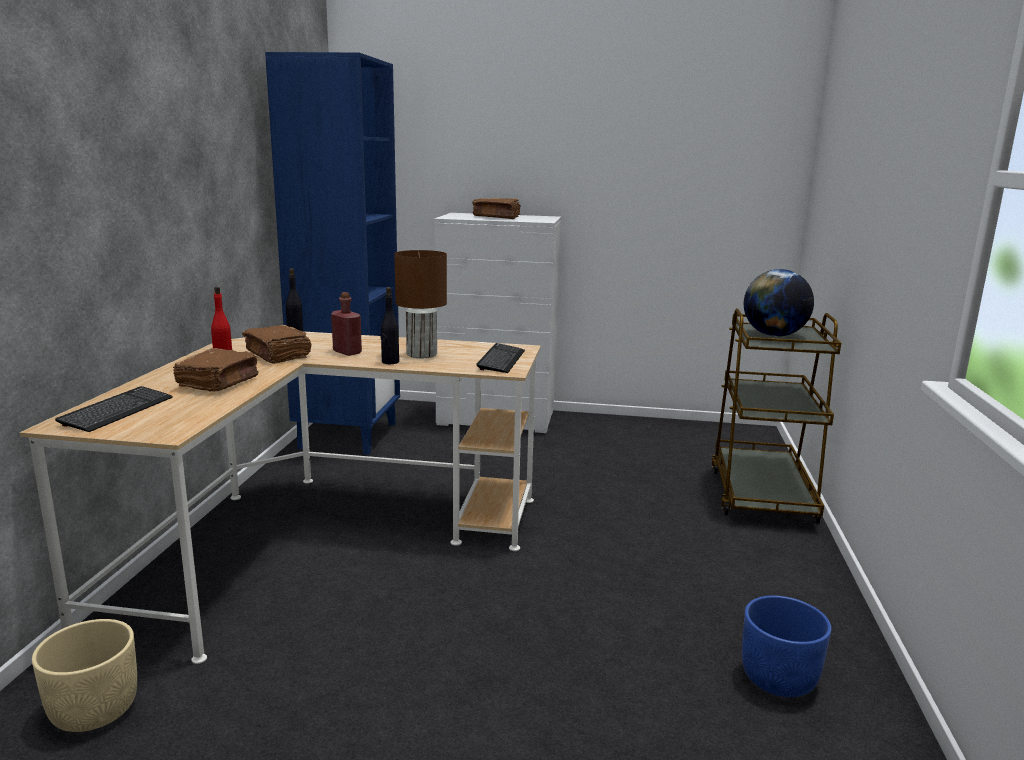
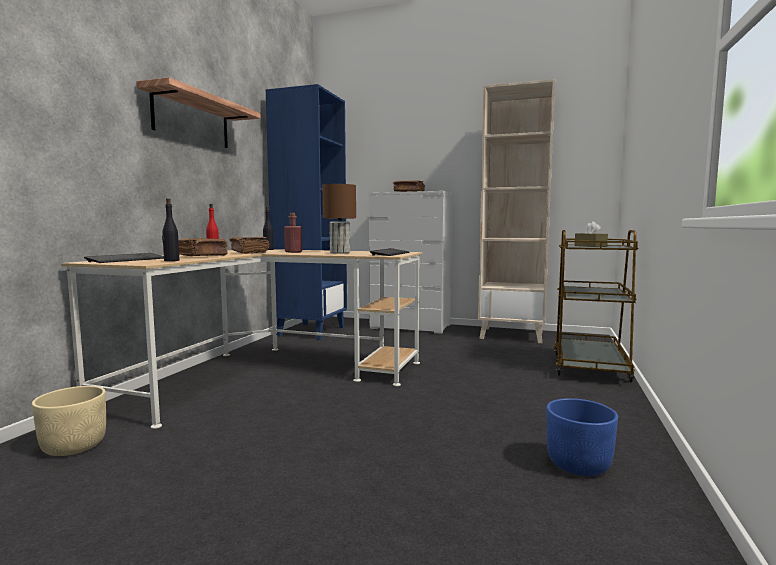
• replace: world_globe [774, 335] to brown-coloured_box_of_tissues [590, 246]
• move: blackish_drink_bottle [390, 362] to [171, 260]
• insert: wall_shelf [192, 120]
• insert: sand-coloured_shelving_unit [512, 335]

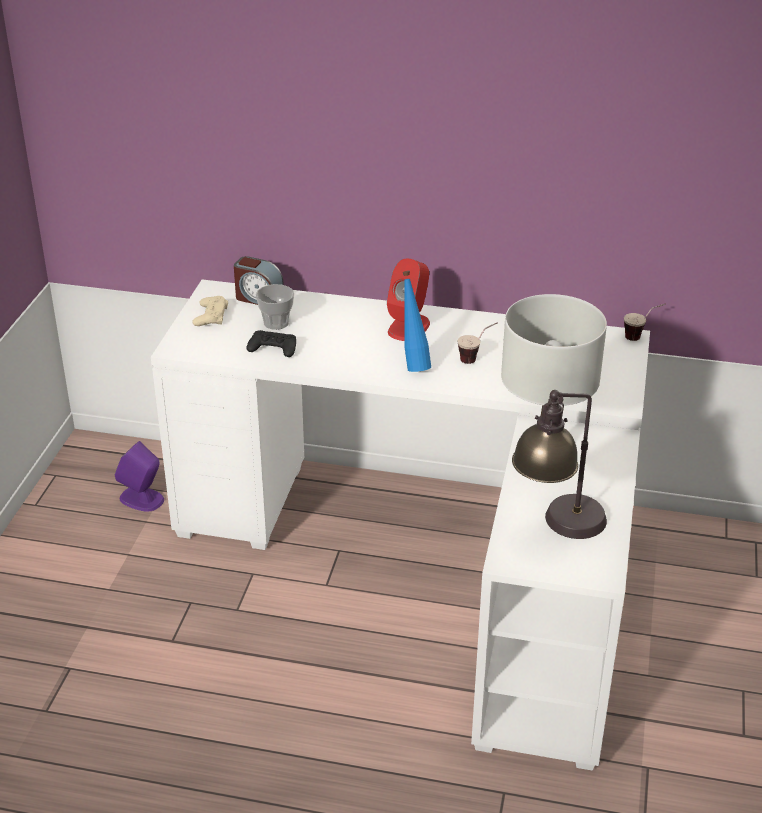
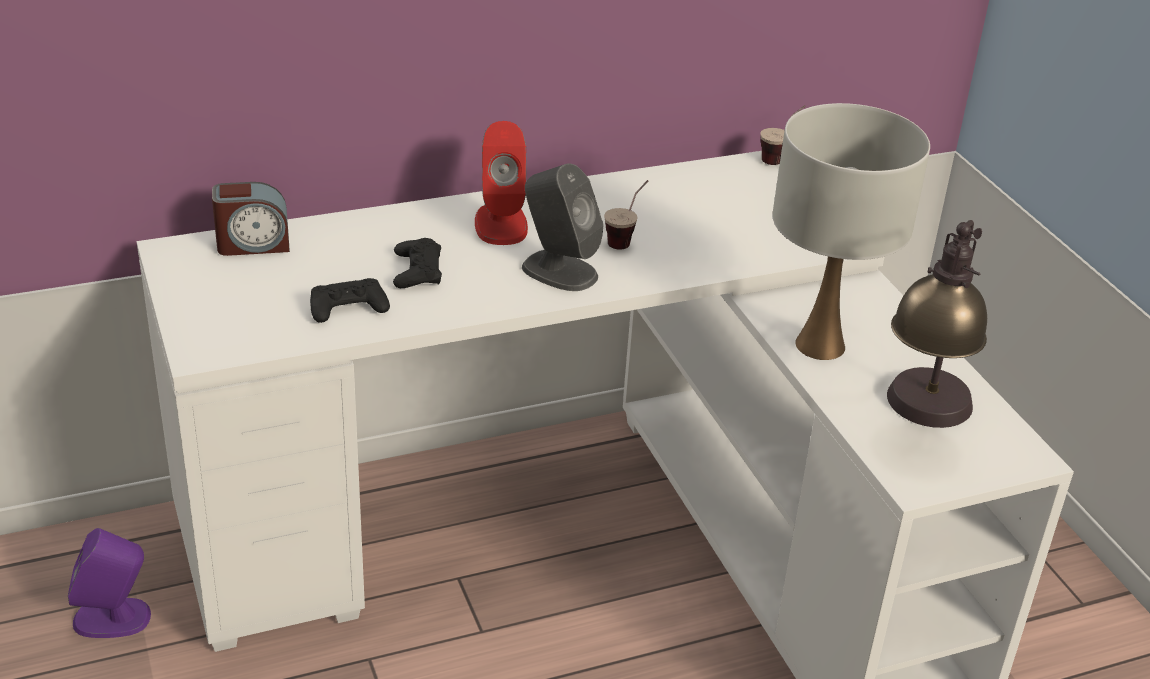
• replace: blue-coloured_drink_bottle [413, 364] to greyish_audio_speaker [558, 271]
• delete: drinking_cup [276, 322]
• delete: sand-coloured_joypad [211, 316]
• insert: blackish_joypad [417, 271]

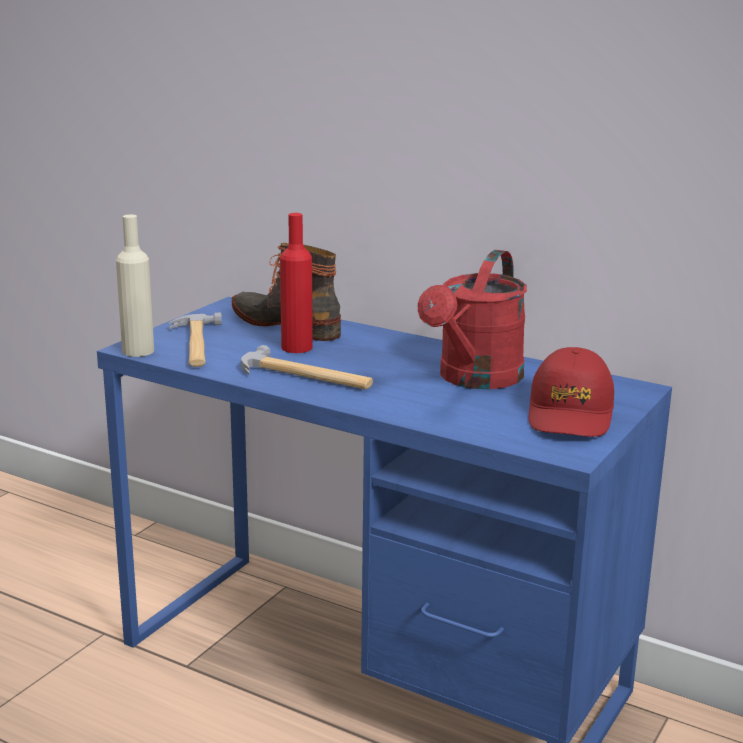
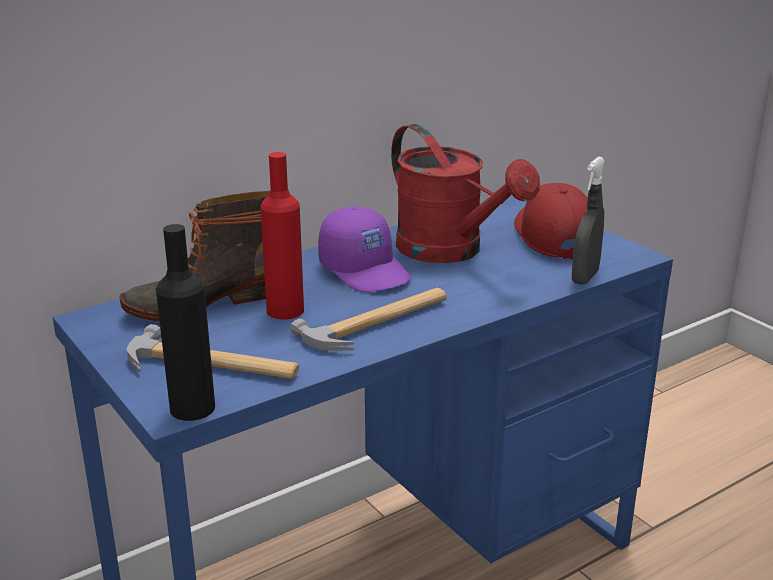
• recolor: sand-coloured_drink_bottle [138, 351] to blackish_drink_bottle [192, 408]
• rotate: red-coloured_baseball_cap [570, 413] = [554, 236] 135 degrees counterclockwise
• insert: greyish_hand_sprayer [585, 277]
• insert: purple_baseball_cap [366, 270]

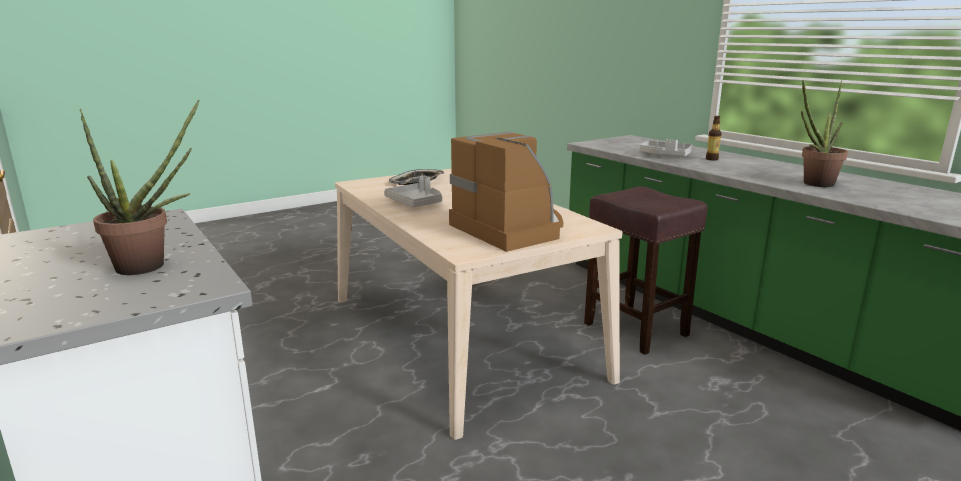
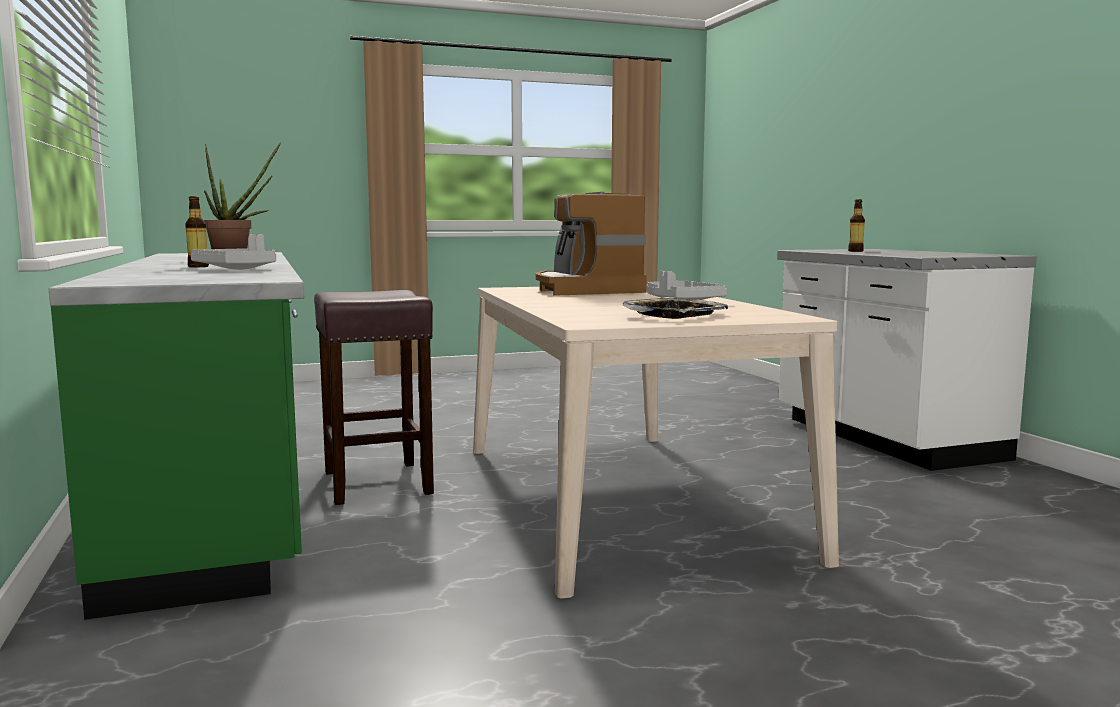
• replace: houseplant [151, 266] to drink_bottle [855, 251]

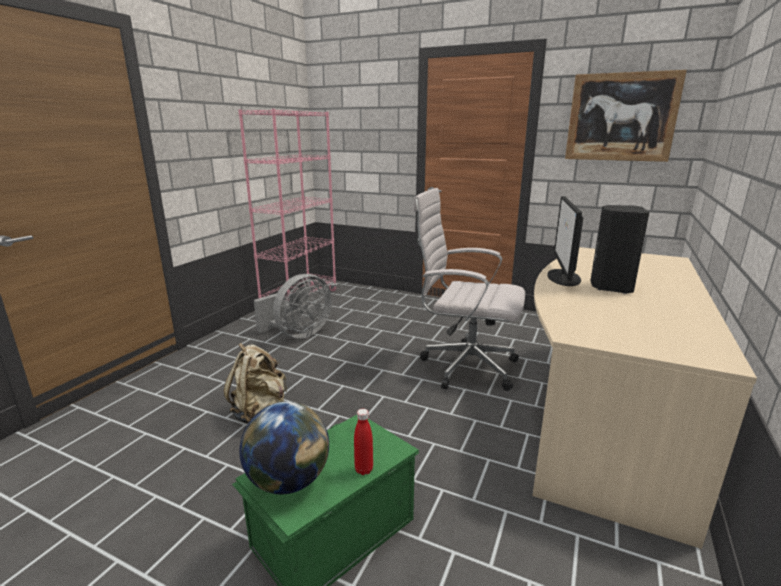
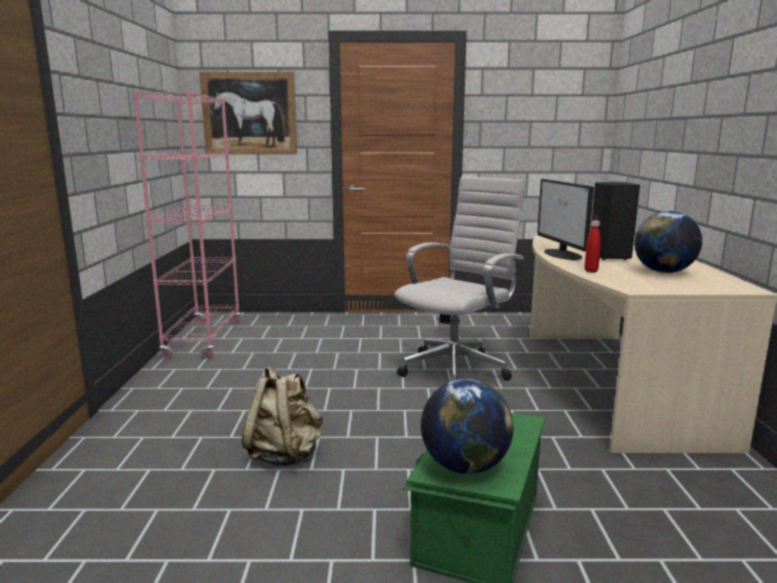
• move: wall_art [621, 117] to [249, 113]
• rotate: white_computer_chair [464, 366] = [457, 369] 135 degrees clockwise
• delete: greyish_cooling_fan [298, 334]
• move: red-coloured_drink_bottle [364, 469] to [591, 271]
• insert: world_globe [663, 272]

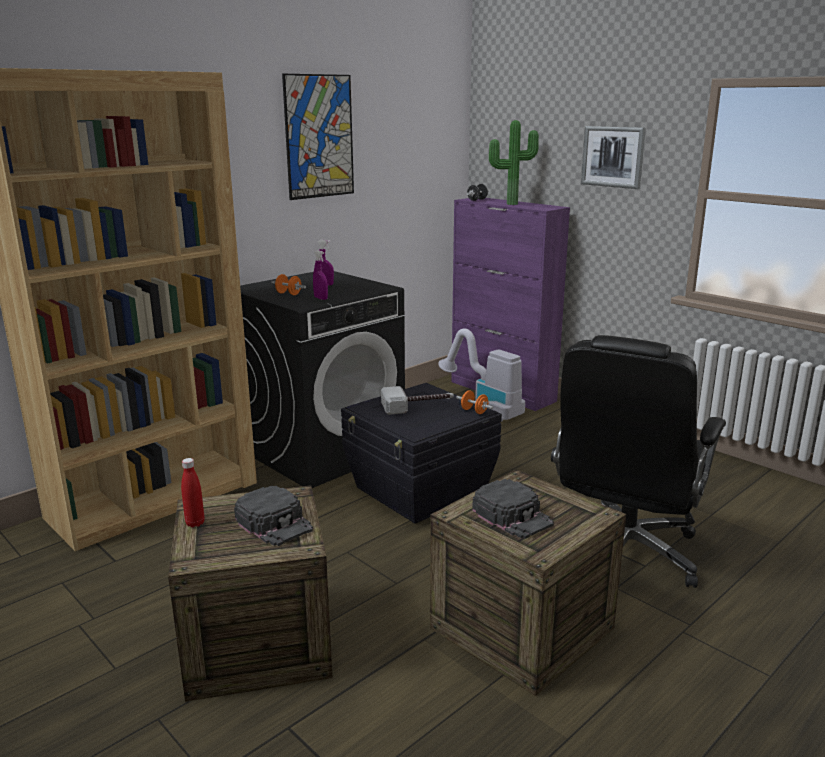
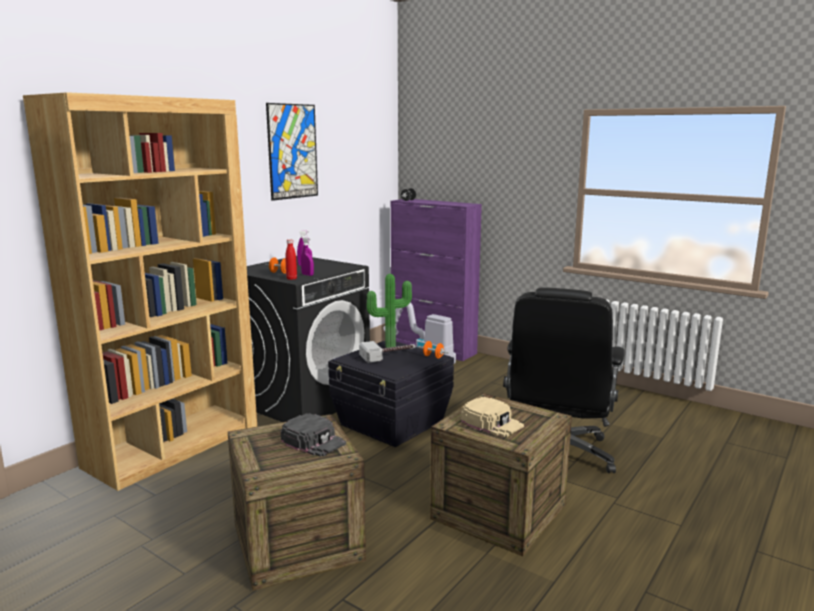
• move: houseplant [511, 203] to [389, 346]
• delete: wall_art [613, 156]
• move: red-coloured_drink_bottle [195, 523] to [291, 279]
• recolor: blackish_baseball_cap [513, 516] to sand-coloured_baseball_cap [492, 423]

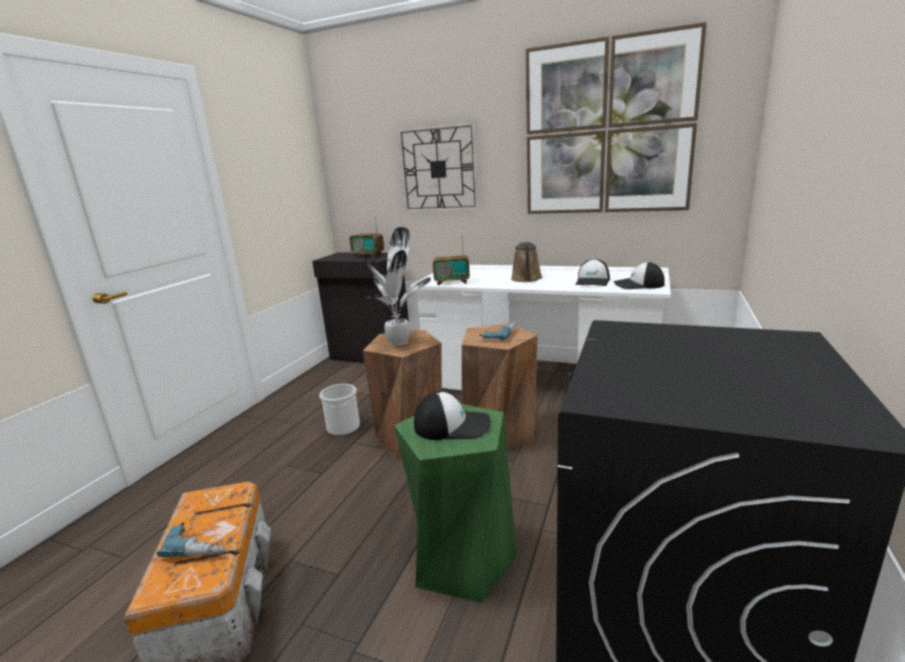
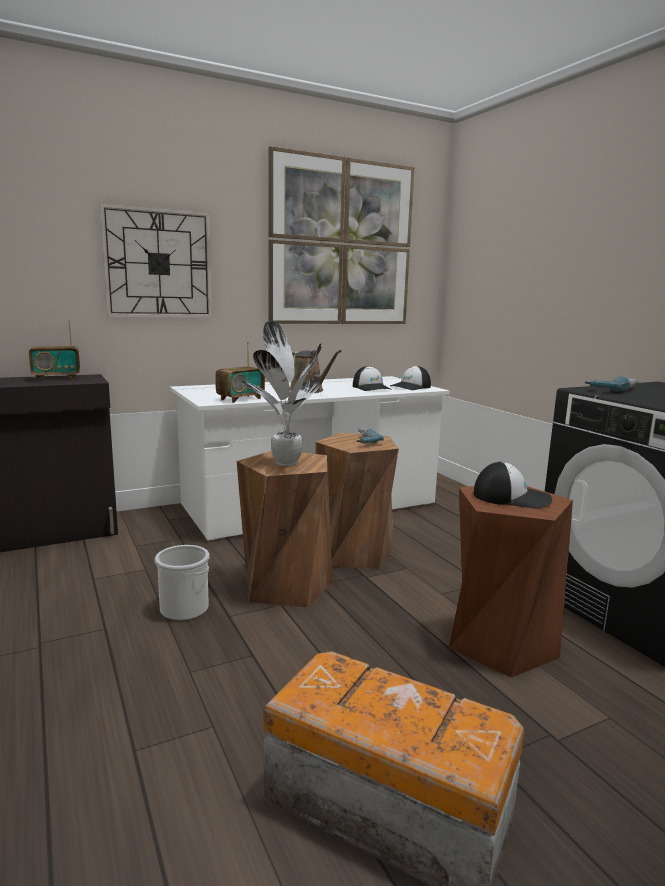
• rotate: baseball_cap [452, 425] = [512, 497] 60 degrees clockwise
• recolor: green-coloured_stool_seat [462, 559] to brown-coloured_stool_seat [500, 642]
• move: power_drill [200, 545] to [612, 389]

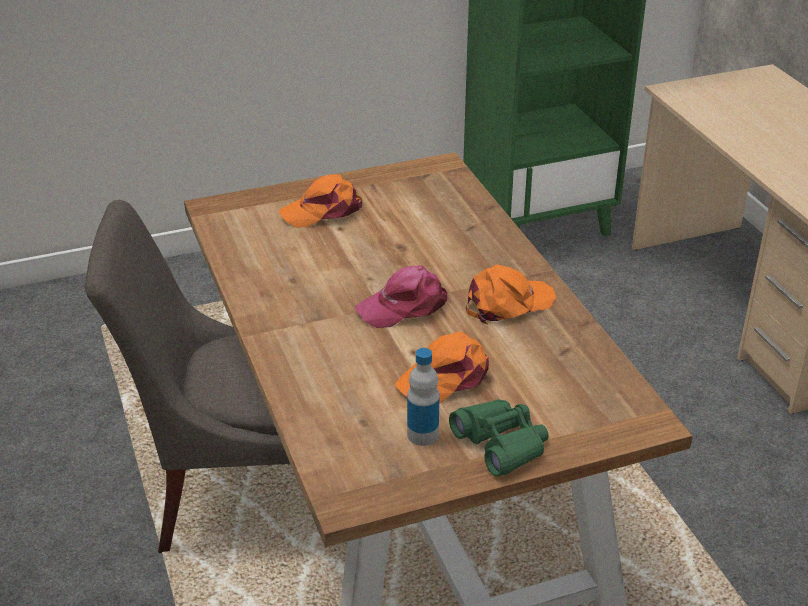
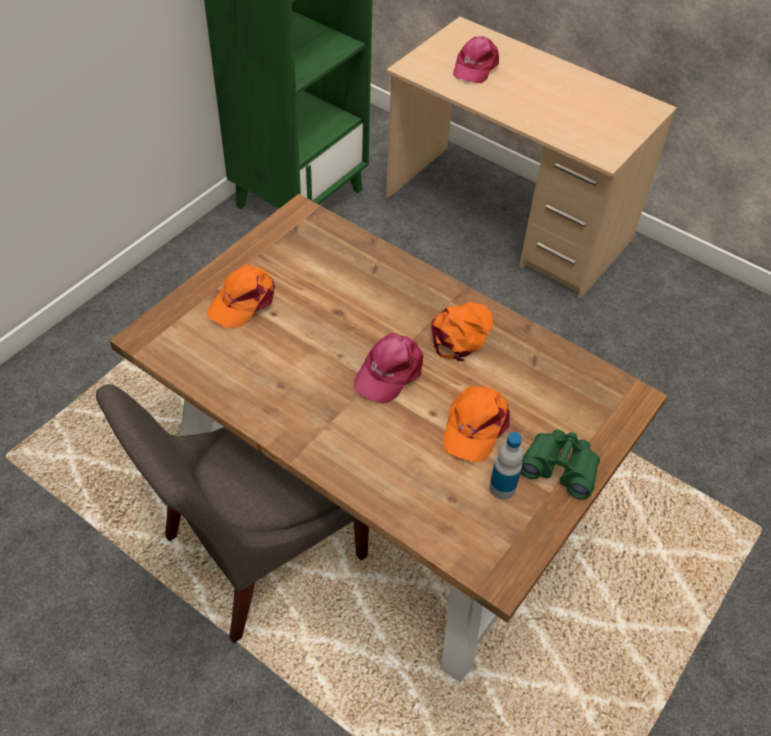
• insert: pink-coloured_baseball_cap [475, 66]

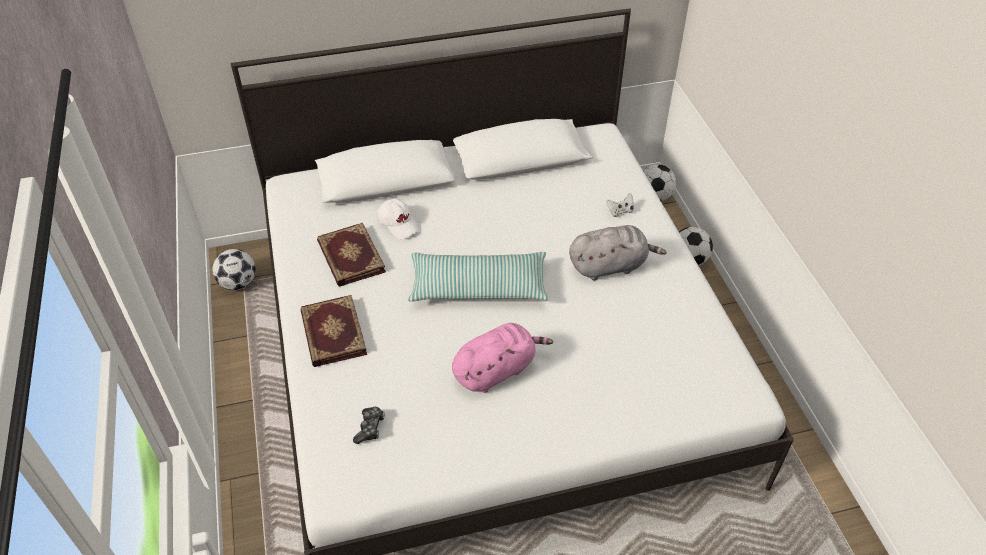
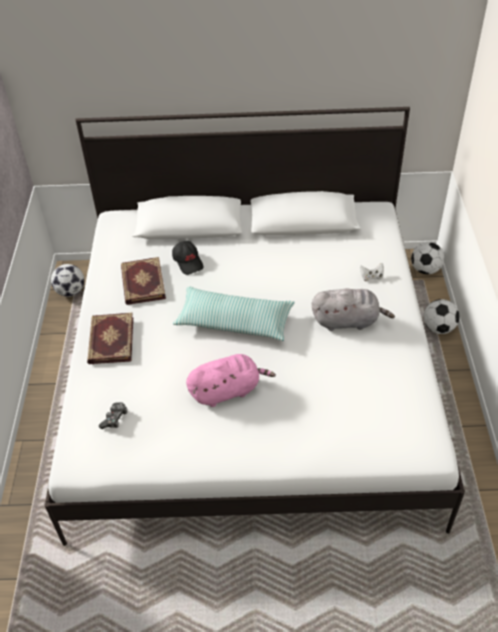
• recolor: white_baseball_cap [399, 224] to blackish_baseball_cap [188, 262]

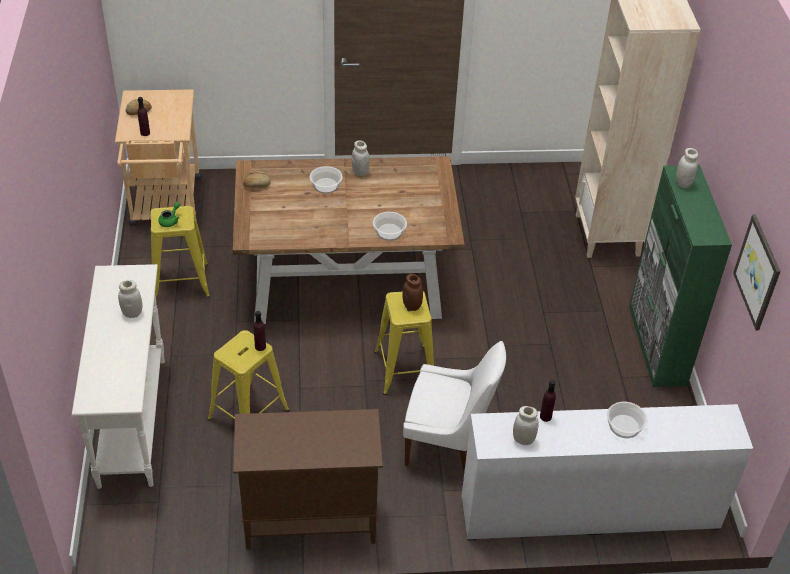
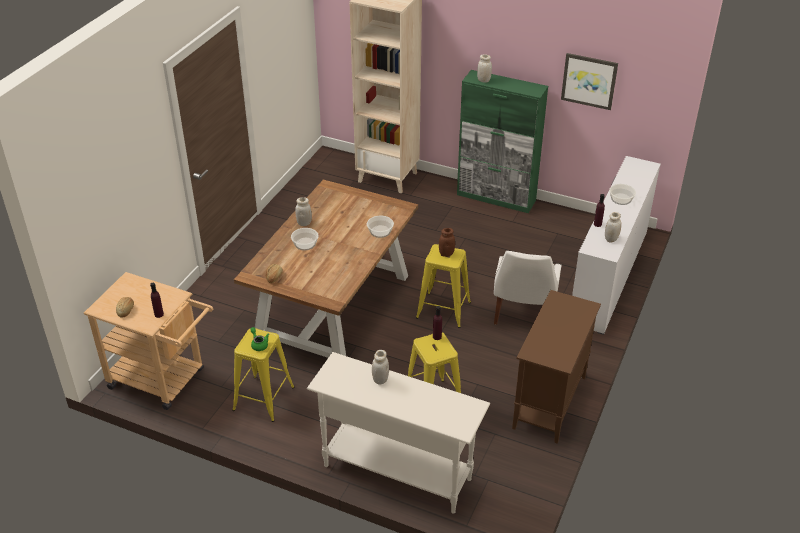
• rotate: white_plain_chair [448, 445] = [522, 314] 150 degrees clockwise

